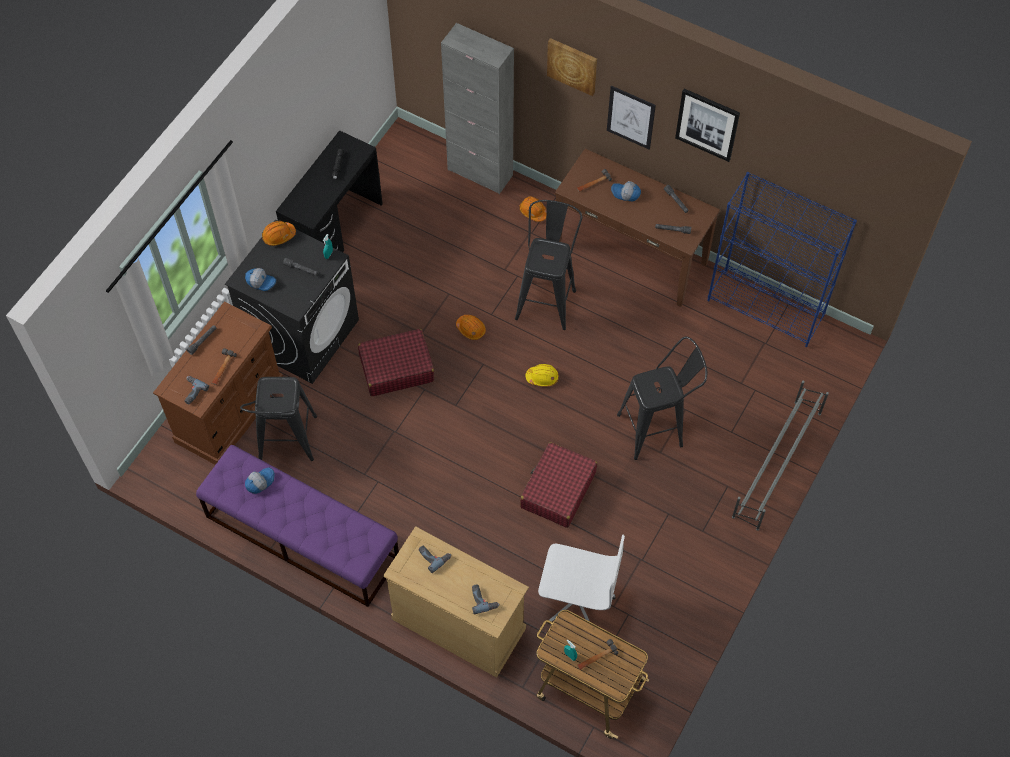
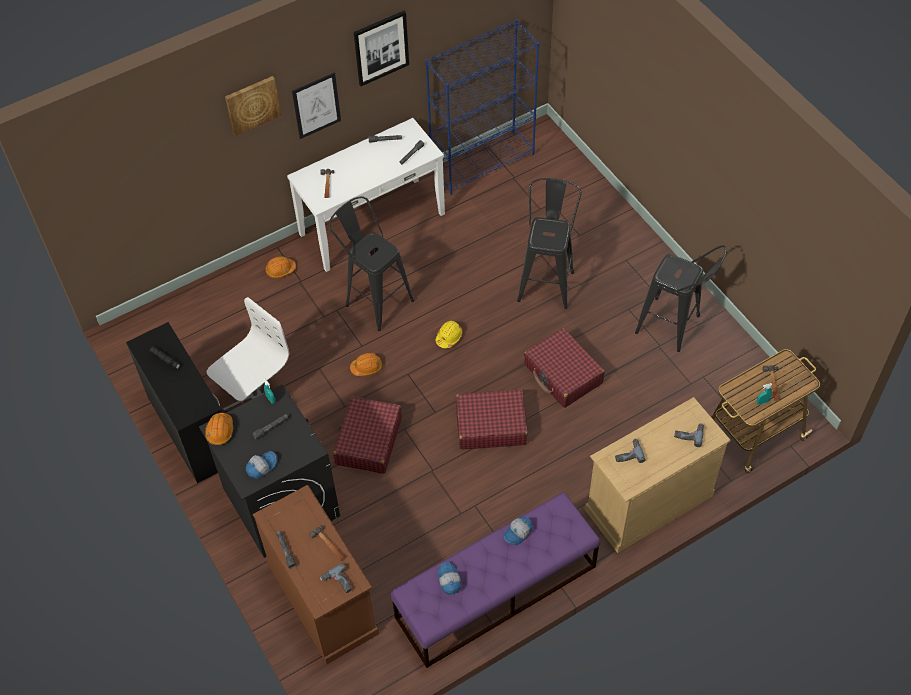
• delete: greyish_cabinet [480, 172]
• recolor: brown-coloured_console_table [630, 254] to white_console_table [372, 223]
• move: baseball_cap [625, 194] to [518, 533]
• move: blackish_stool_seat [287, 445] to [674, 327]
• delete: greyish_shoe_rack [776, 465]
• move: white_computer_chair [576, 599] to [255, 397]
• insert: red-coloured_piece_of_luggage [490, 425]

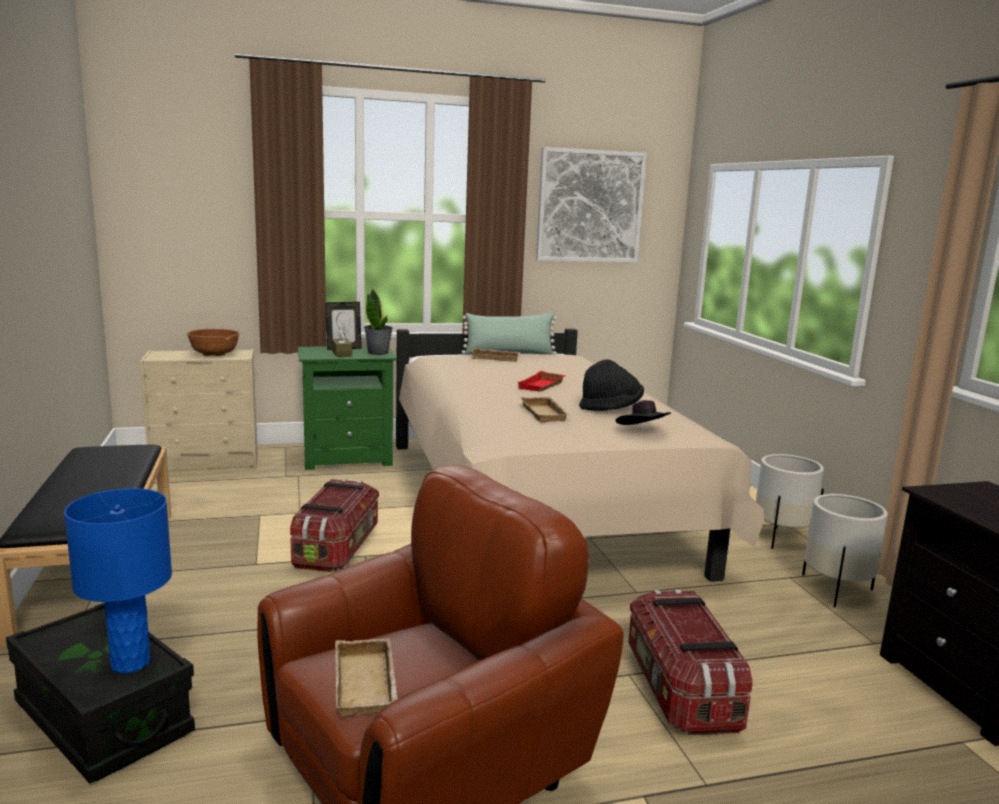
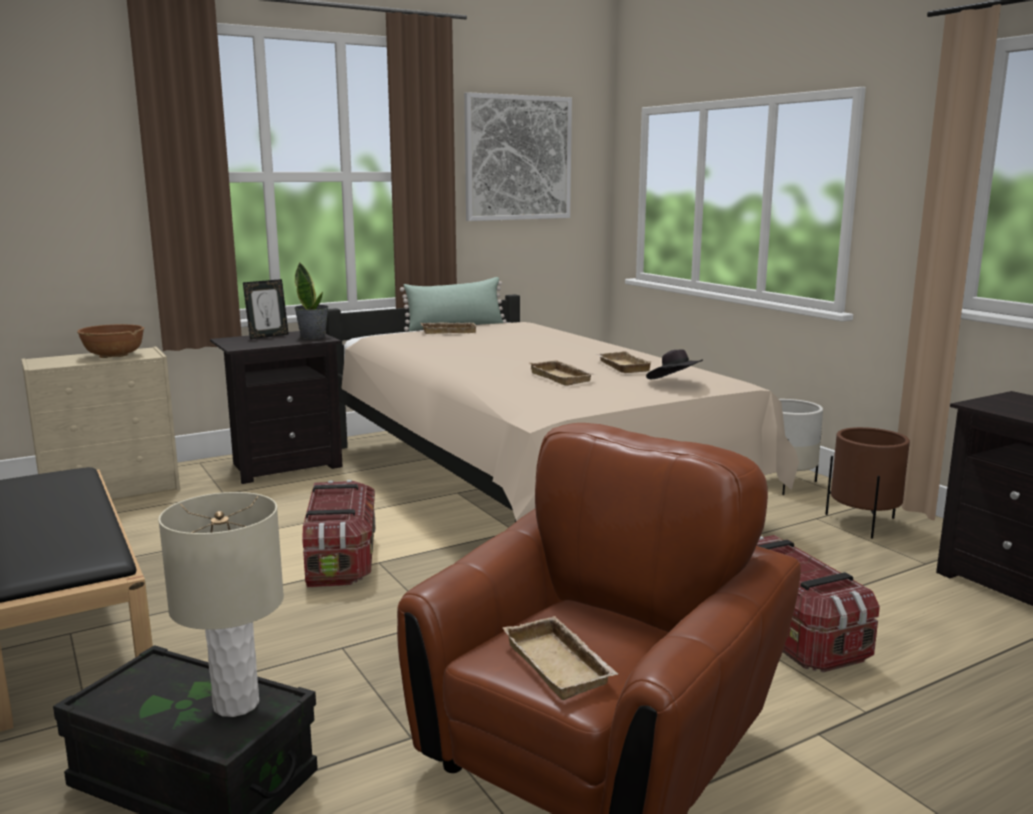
• delete: brown-coloured_box_of_tissues [341, 353]
• recolor: green-coloured_night_table [347, 458] to blackish_night_table [284, 465]
• replace: blackish_wearable_hat [610, 409] to sand-coloured_serving_tray [621, 366]
• delete: red-coloured_serving_tray [542, 386]
• recolor: blue-coloured_lamp_for_a_table [130, 663] to sand-coloured_lamp_for_a_table [235, 704]
• recolor: white_planter [836, 590] to brown-coloured_planter [863, 523]

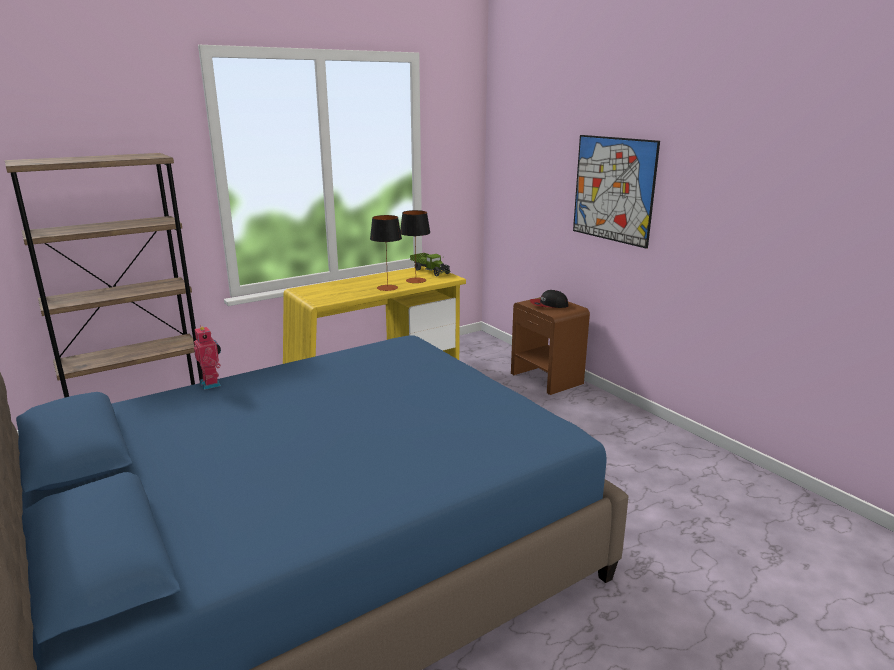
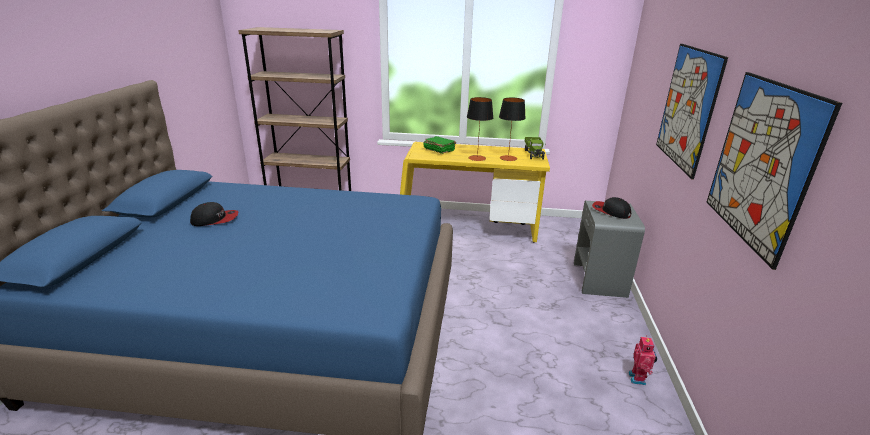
• recolor: brown-coloured_night_table [547, 378] to greyish_night_table [599, 279]
• move: model_robot [212, 384] to [638, 378]
• insert: wall_art [761, 163]
• insert: green-coloured_bound_book [439, 150]
• insert: baseball_cap [215, 219]

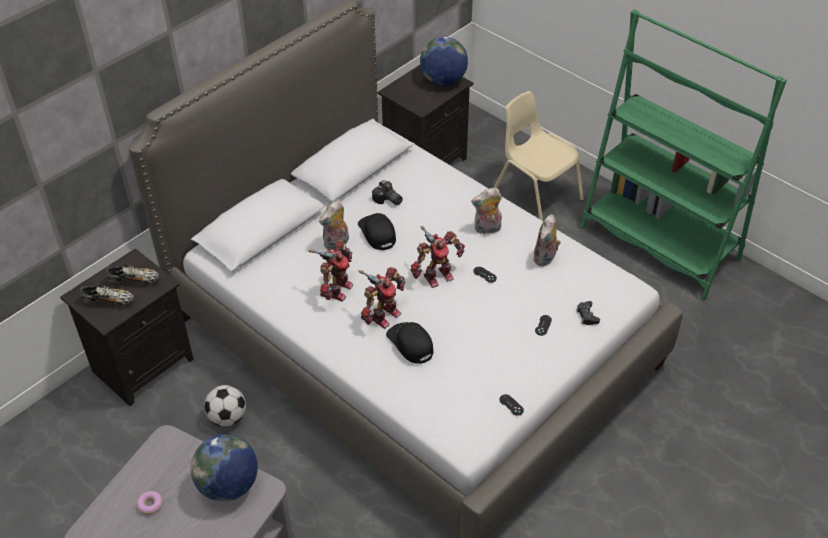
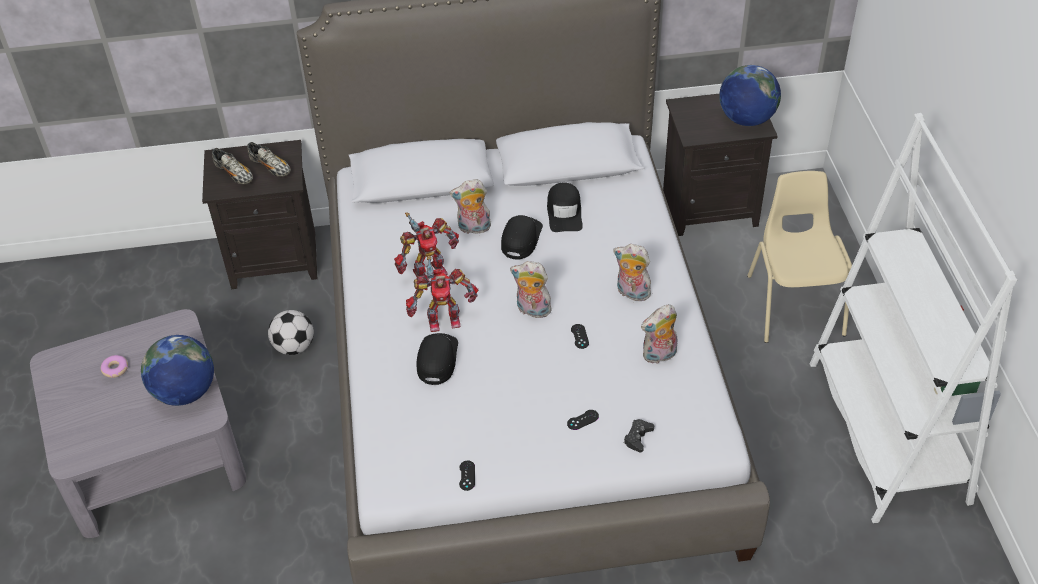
• recolor: green-coloured_shelving_unit [659, 243] to white_shelving_unit [887, 431]
• replace: still_camera [387, 200] to blackish_baseball_cap [564, 212]
• replace: model_robot [437, 275] to plush_toy [532, 310]

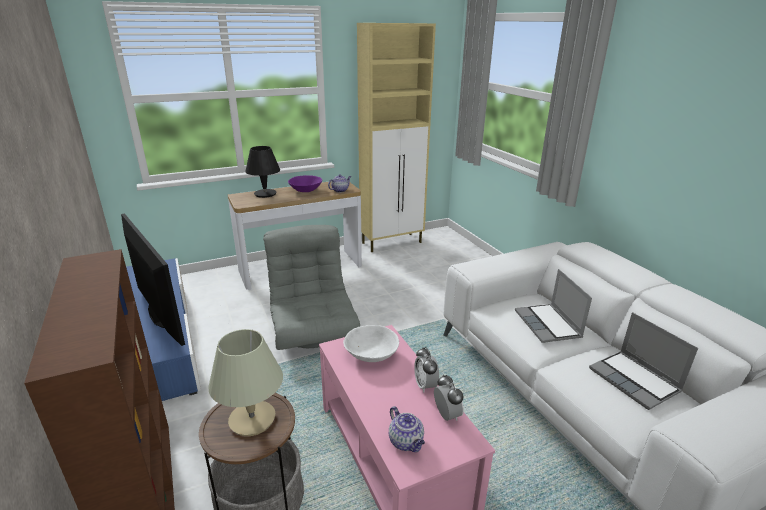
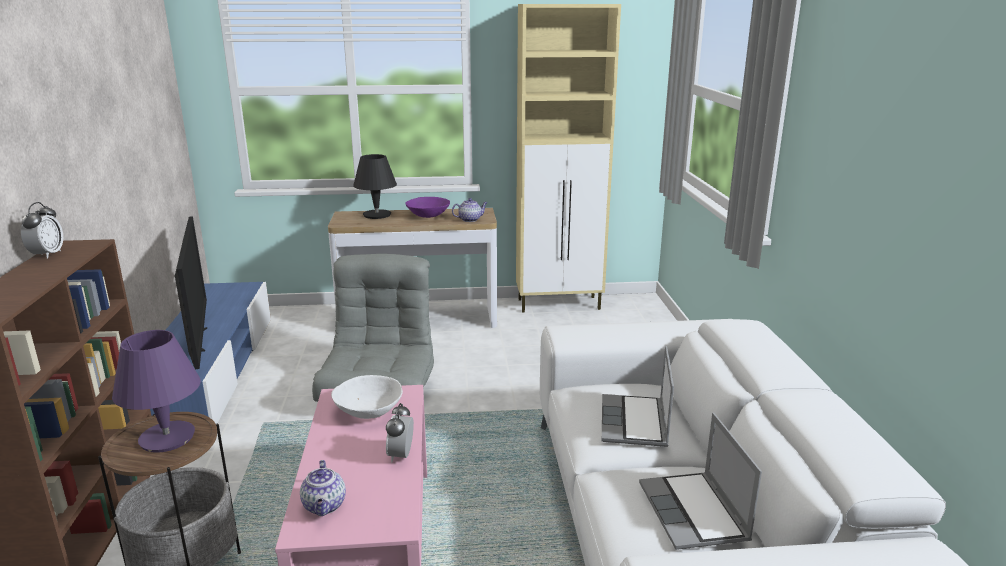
• recolor: sand-coloured_lamp_for_a_table [253, 419] to purple_lamp_for_a_table [168, 438]
• move: bedside_clock [447, 415] to [47, 255]

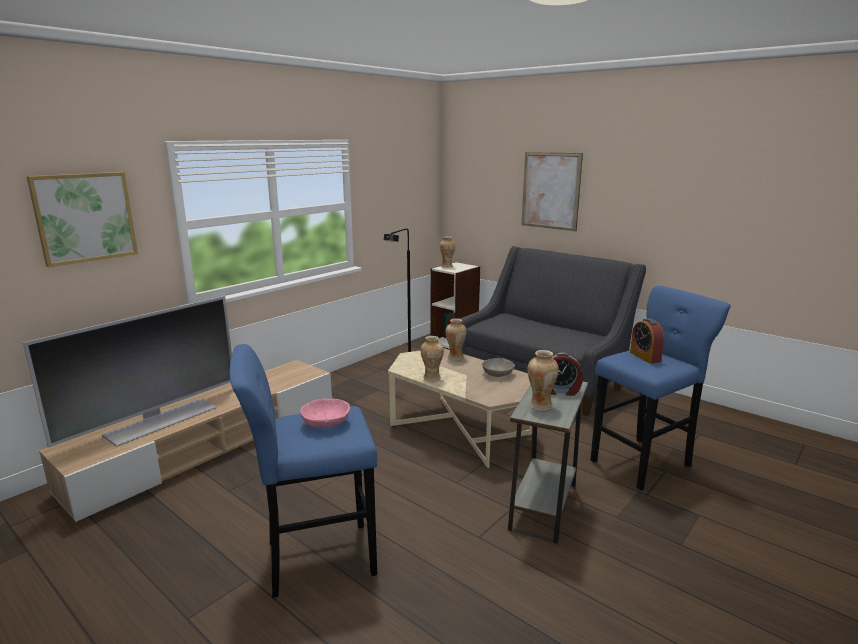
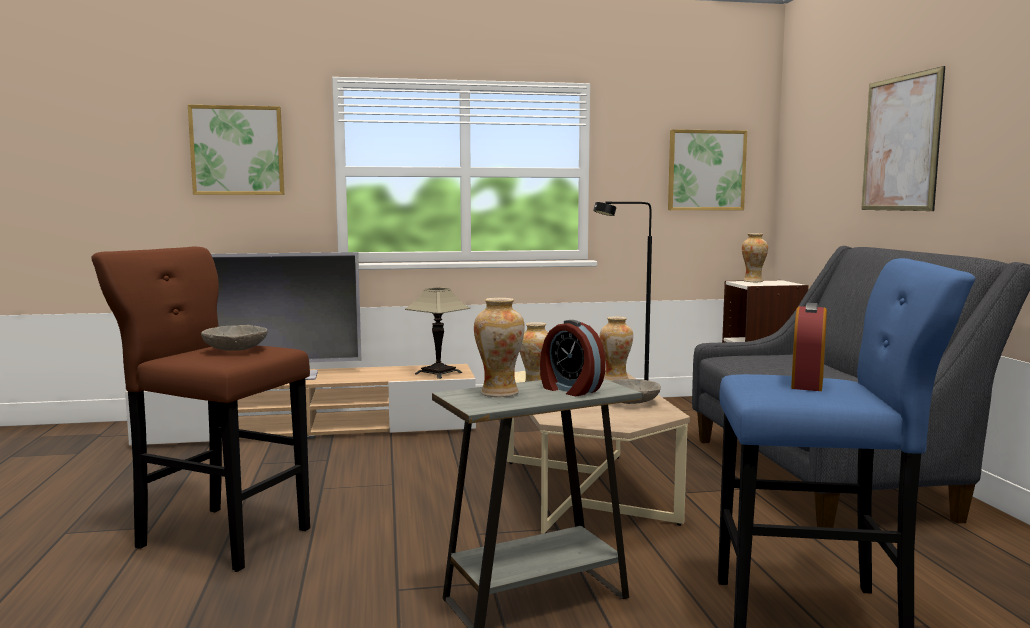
• recolor: blue-coloured_stool_seat [314, 559] to brown-coloured_stool_seat [218, 536]
• recolor: pink-coloured_serving_bowl [325, 423] to greyish_serving_bowl [235, 350]
• insert: wall_art [706, 170]
• insert: lamp_for_a_table [438, 373]

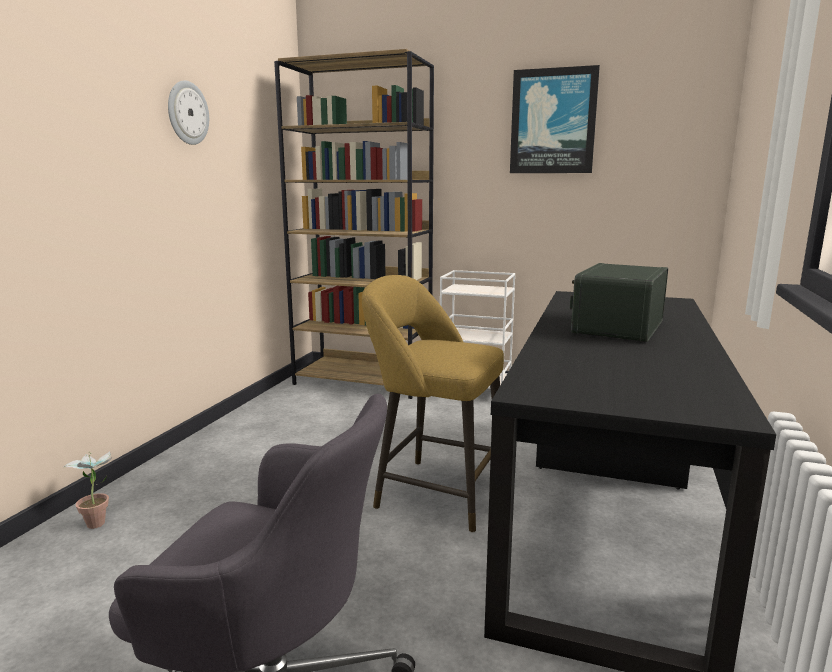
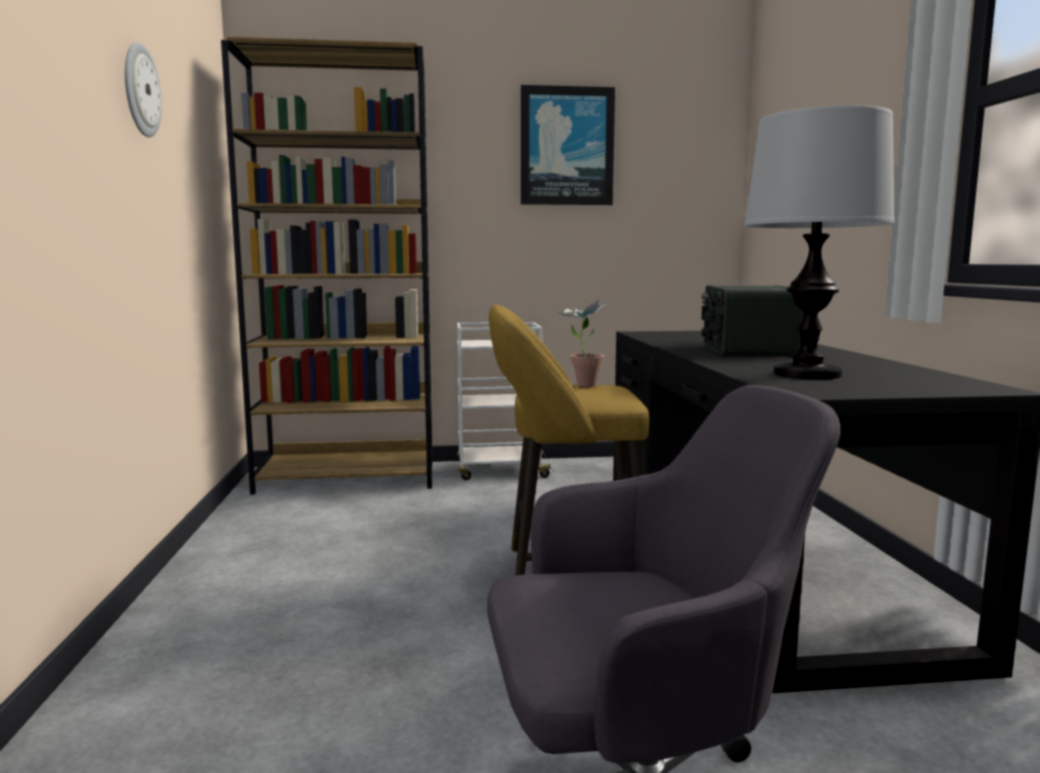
• move: houseplant [99, 520] to [582, 384]
• insert: lamp_for_a_table [807, 374]

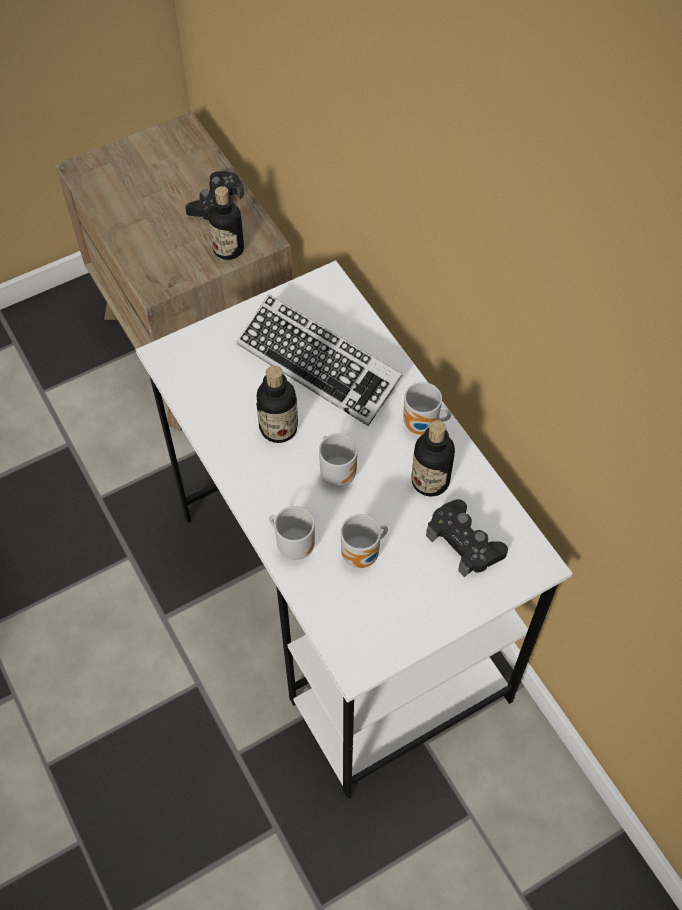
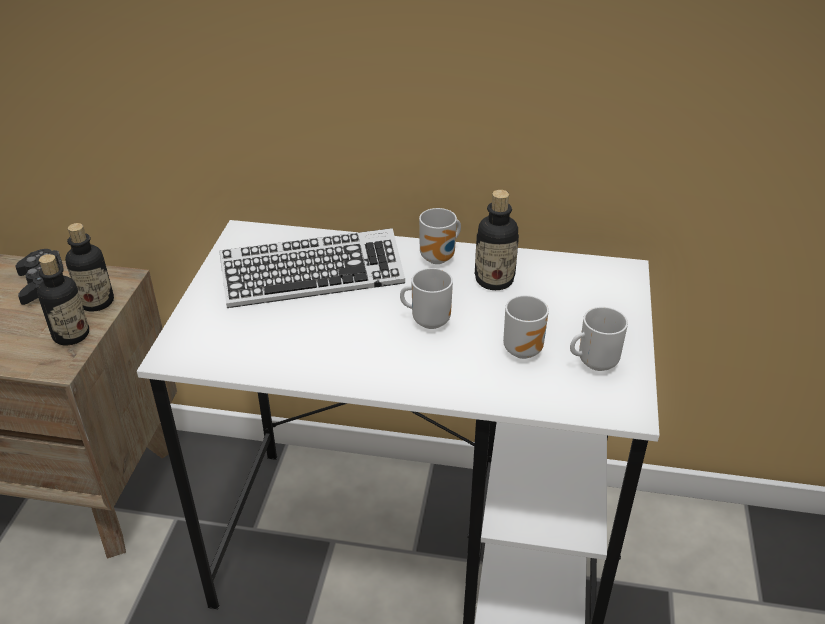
• move: drink_bottle [279, 428] to [71, 335]
• delete: blackish_joypad [464, 543]
• move: tea_mug [294, 544] to [593, 362]

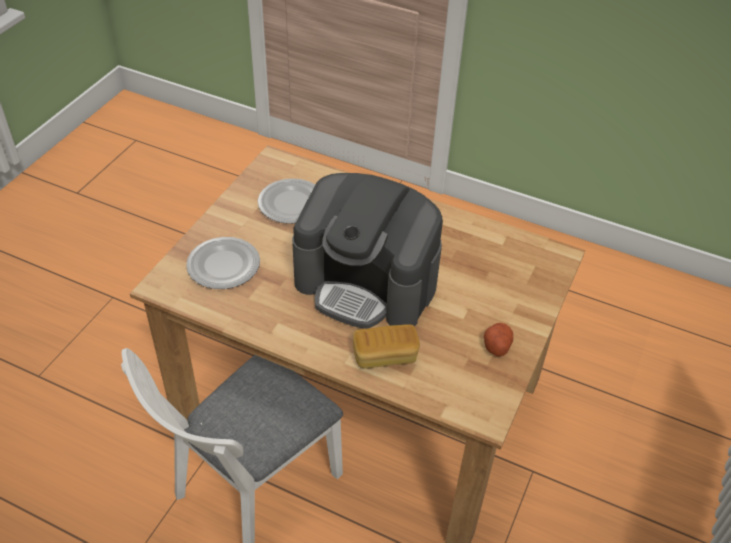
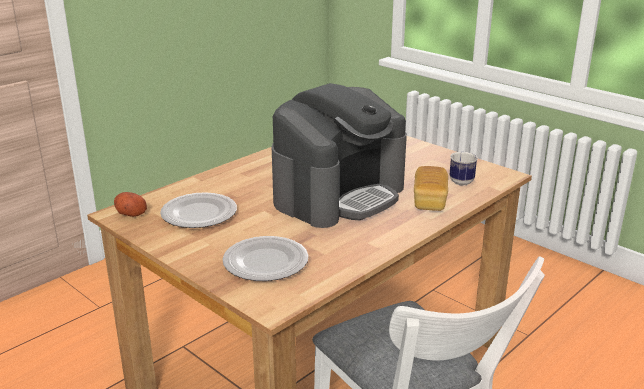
• move: potato [496, 345] to [130, 213]
• insert: tea_mug [463, 181]

